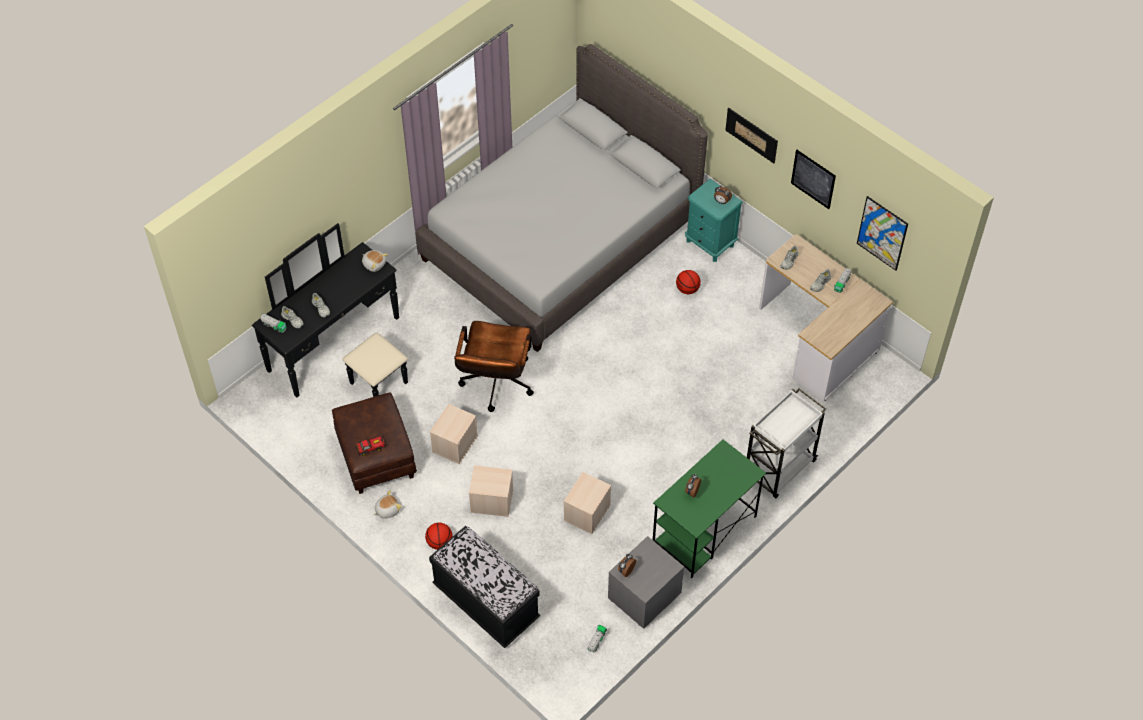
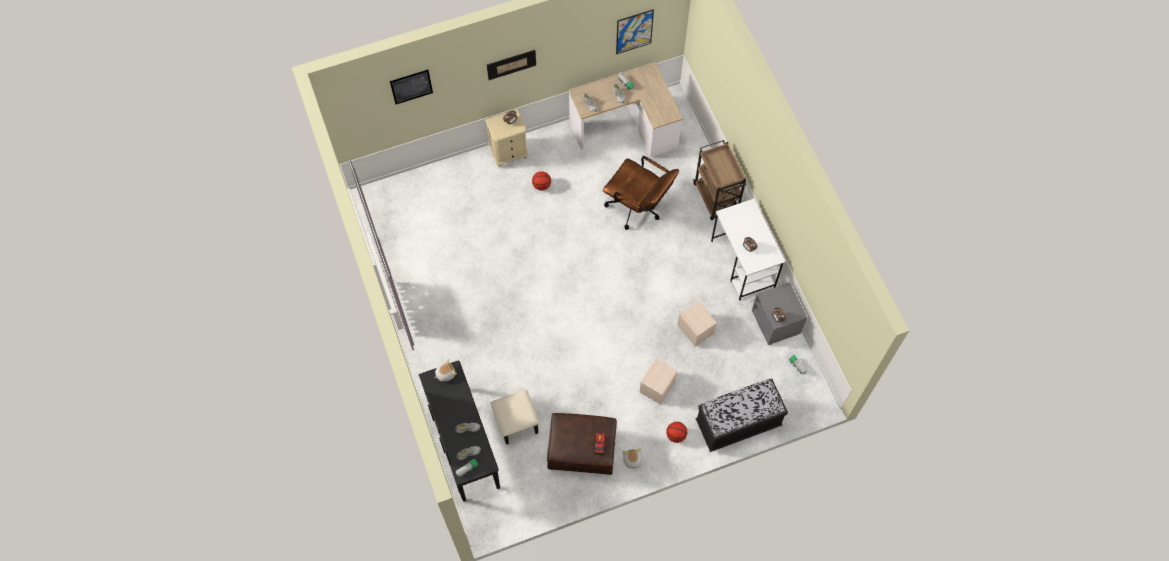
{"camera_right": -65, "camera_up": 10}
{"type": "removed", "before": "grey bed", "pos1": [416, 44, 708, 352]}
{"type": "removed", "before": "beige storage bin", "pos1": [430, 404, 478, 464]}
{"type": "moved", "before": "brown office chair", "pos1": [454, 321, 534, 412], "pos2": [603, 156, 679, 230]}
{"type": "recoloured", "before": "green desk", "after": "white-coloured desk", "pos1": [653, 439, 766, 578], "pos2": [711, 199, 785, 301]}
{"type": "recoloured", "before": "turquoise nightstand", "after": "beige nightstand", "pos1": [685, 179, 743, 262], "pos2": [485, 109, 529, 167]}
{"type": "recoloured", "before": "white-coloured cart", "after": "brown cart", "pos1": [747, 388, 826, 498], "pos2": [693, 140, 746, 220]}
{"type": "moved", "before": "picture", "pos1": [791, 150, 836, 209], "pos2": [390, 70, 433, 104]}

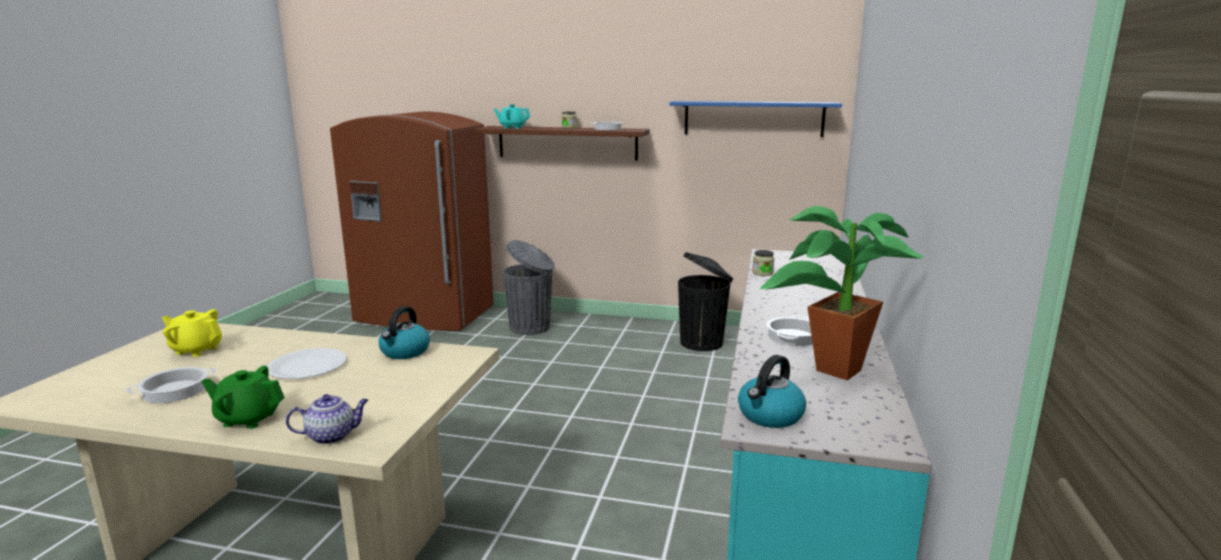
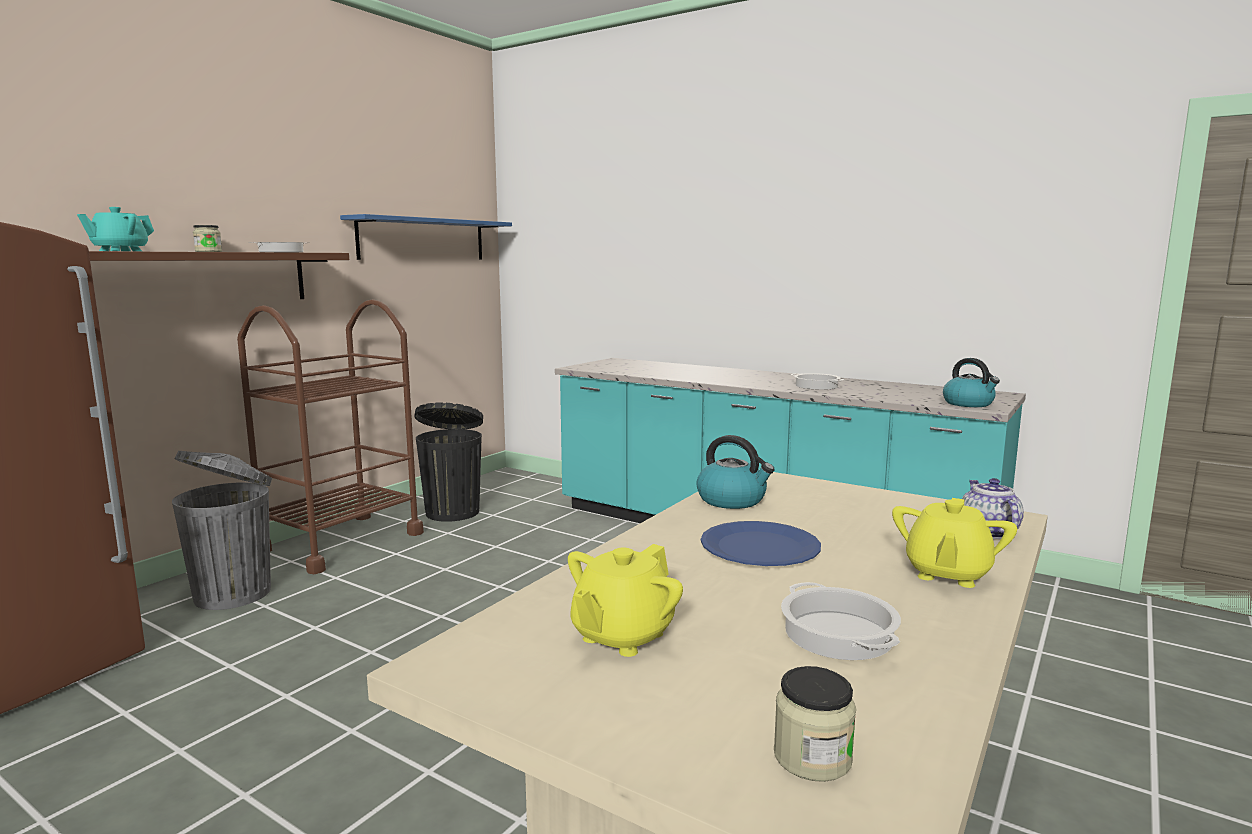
{"camera_right": -70, "camera_up": -5}
{"type": "recoloured", "before": "green teapot", "after": "yellowish teapot", "pos1": [201, 366, 285, 429], "pos2": [892, 498, 1017, 588]}
{"type": "recoloured", "before": "white-coloured plate", "after": "bluish plate", "pos1": [267, 348, 347, 379], "pos2": [701, 521, 821, 566]}
{"type": "moved", "before": "jar", "pos1": [752, 250, 774, 276], "pos2": [774, 666, 856, 782]}
{"type": "removed", "before": "houseplant", "pos1": [761, 206, 924, 380]}
{"type": "added", "after": "brown cart", "pos2": [237, 299, 424, 574]}

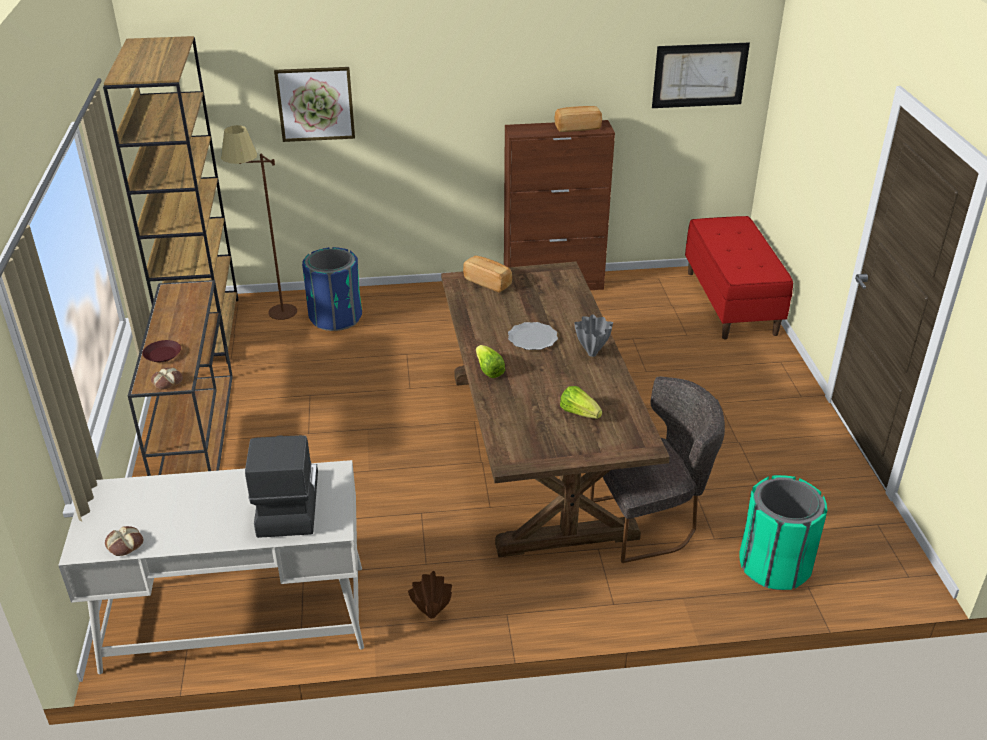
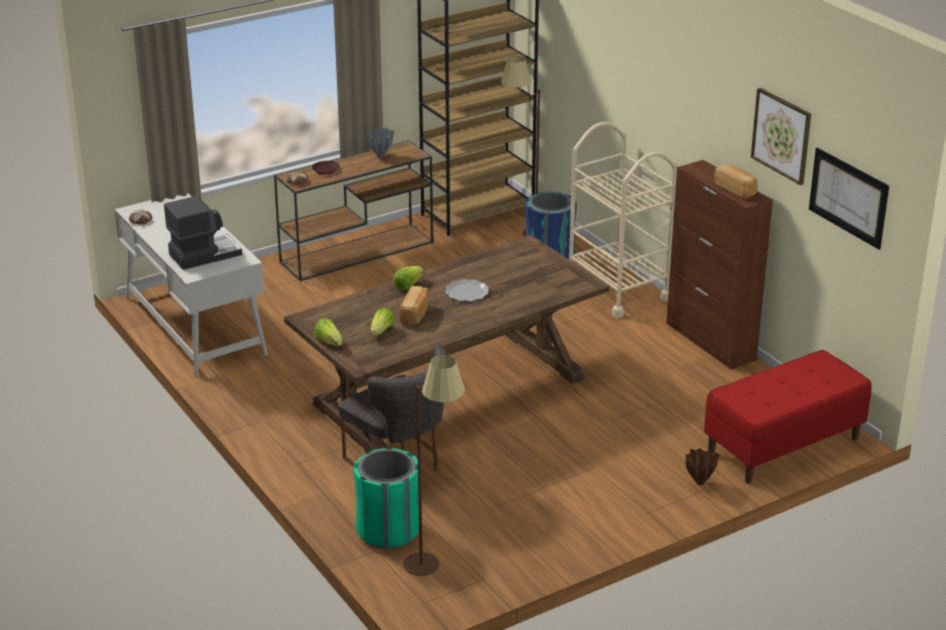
{"camera_right": 65, "camera_up": -5}
{"type": "moved", "before": "picture", "pos1": [274, 67, 355, 142], "pos2": [751, 88, 811, 185]}
{"type": "moved", "before": "brown vase", "pos1": [408, 571, 452, 618], "pos2": [685, 448, 720, 485]}
{"type": "moved", "before": "bakery bread", "pos1": [463, 255, 512, 293], "pos2": [399, 286, 429, 325]}
{"type": "moved", "before": "grey vase", "pos1": [574, 314, 613, 357], "pos2": [366, 127, 394, 158]}
{"type": "added", "after": "lettuce", "pos2": [314, 319, 343, 346]}
{"type": "added", "after": "brown standard lamp", "pos2": [403, 355, 465, 576]}
{"type": "added", "after": "beige cart", "pos2": [569, 122, 677, 318]}

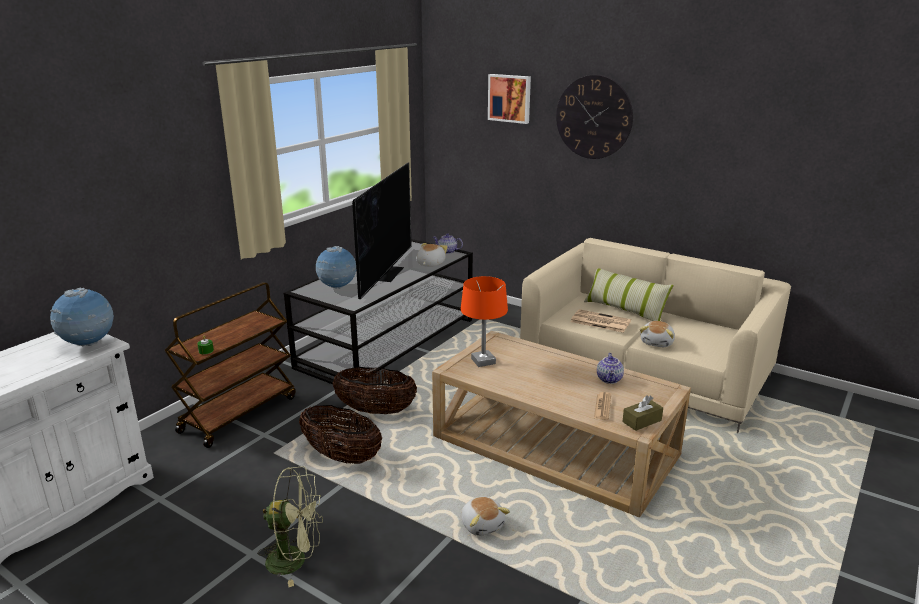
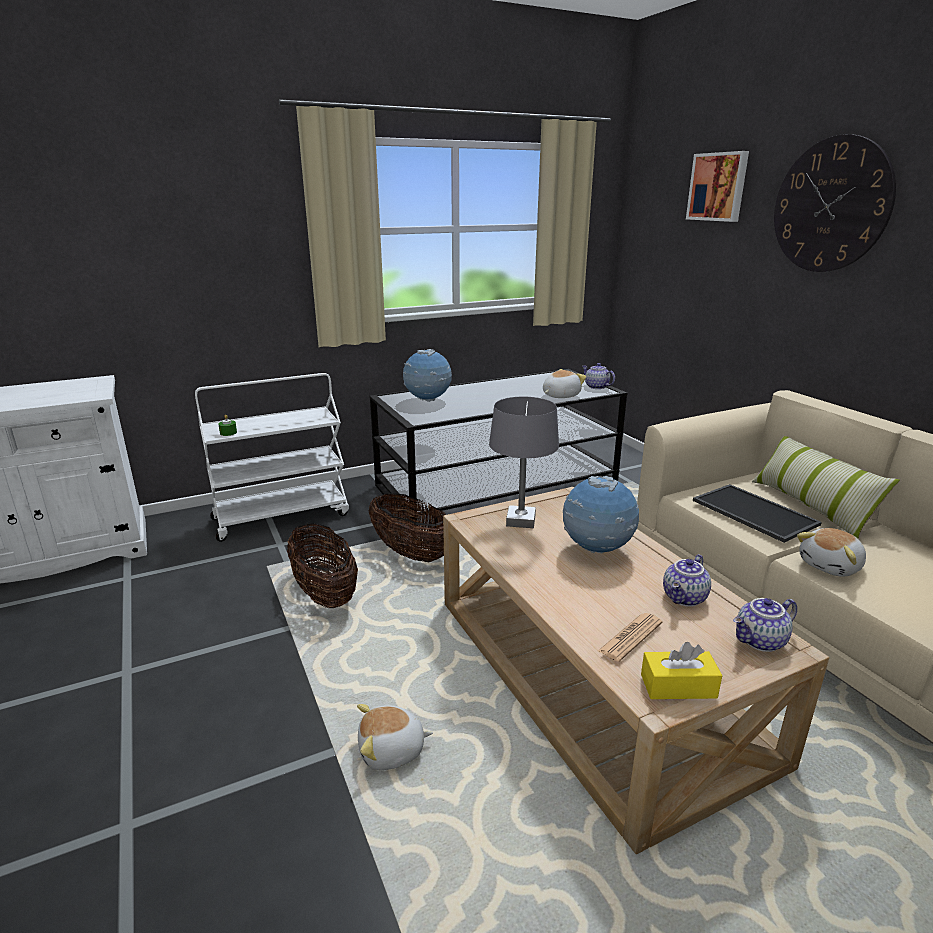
{"camera_right": 30, "camera_up": 0}
{"type": "moved", "before": "globe", "pos1": [50, 288, 114, 346], "pos2": [563, 476, 639, 553]}
{"type": "recoloured", "before": "brown cart", "after": "white-coloured cart", "pos1": [164, 282, 296, 448], "pos2": [195, 373, 349, 542]}
{"type": "removed", "before": "green electric fan", "pos1": [257, 466, 323, 587]}
{"type": "removed", "before": "TV", "pos1": [352, 162, 412, 299]}
{"type": "recoloured", "before": "orange tabletop lamp", "after": "grey tabletop lamp", "pos1": [461, 276, 508, 367], "pos2": [489, 397, 559, 528]}
{"type": "turned", "before": "cuddly toy", "pos1": [461, 497, 510, 536], "pos2": [357, 704, 433, 770], "turn": 75}
{"type": "replaced", "before": "newspaper", "after": "serving tray", "pos1": [571, 309, 631, 333], "pos2": [693, 484, 822, 543]}
{"type": "recoloured", "before": "brown tissue box", "after": "yellowish tissue box", "pos1": [622, 395, 663, 431], "pos2": [641, 642, 723, 699]}
{"type": "added", "after": "teapot", "pos2": [733, 598, 797, 652]}

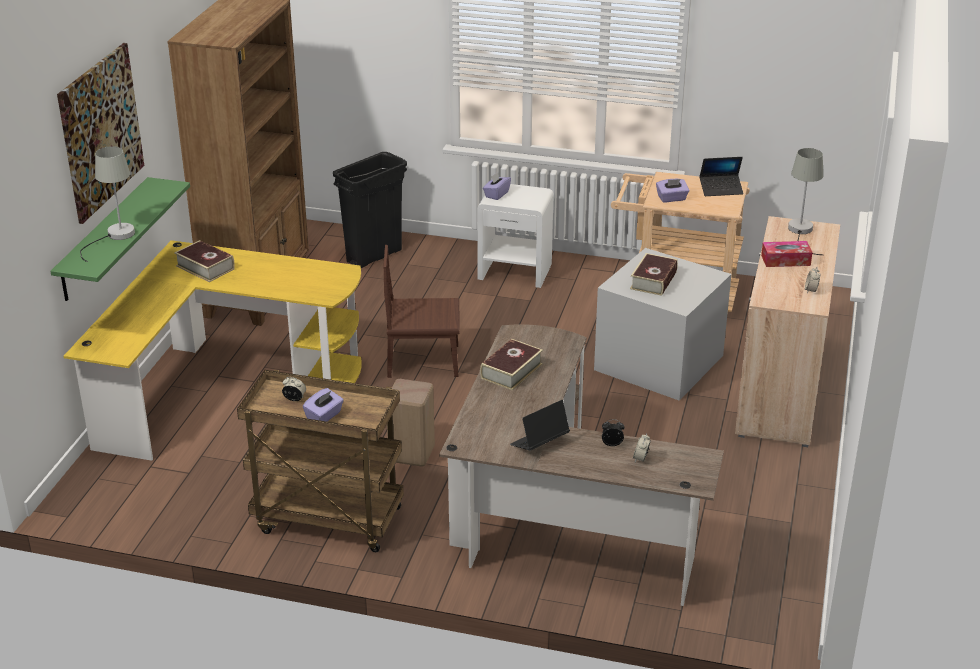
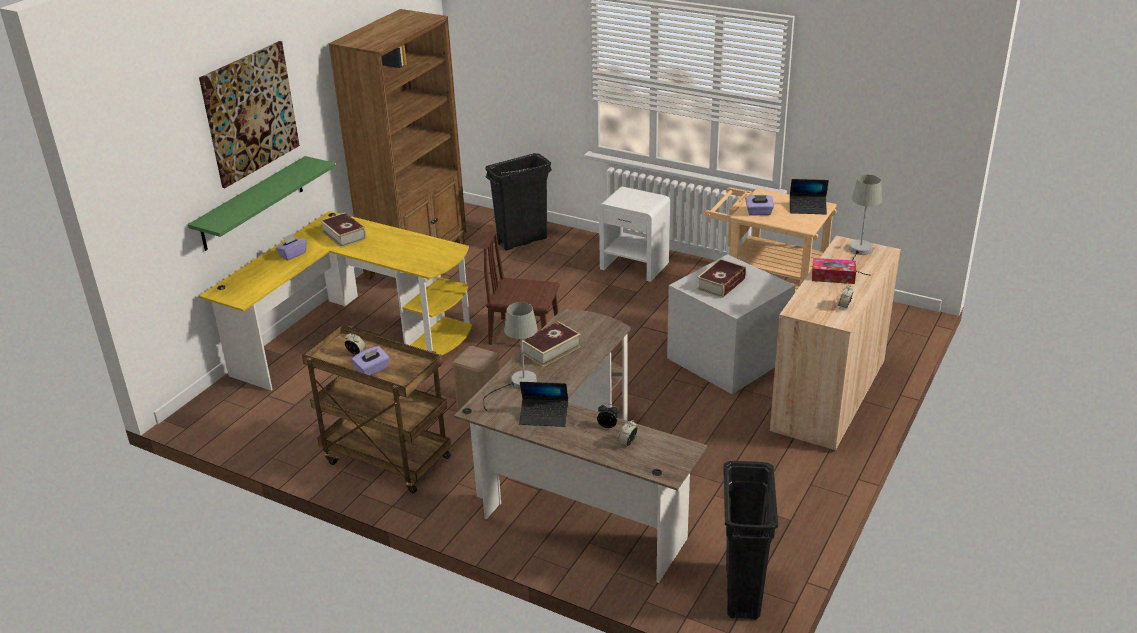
{"camera_right": 15, "camera_up": 0}
{"type": "moved", "before": "grey tabletop lamp", "pos1": [80, 146, 135, 262], "pos2": [483, 302, 538, 412]}
{"type": "moved", "before": "purplish tissue box", "pos1": [483, 172, 511, 200], "pos2": [276, 234, 307, 261]}
{"type": "turned", "before": "laptop", "pos1": [510, 400, 570, 451], "pos2": [519, 382, 568, 427], "turn": -150}
{"type": "added", "after": "black rubbish bin", "pos2": [723, 461, 778, 620]}

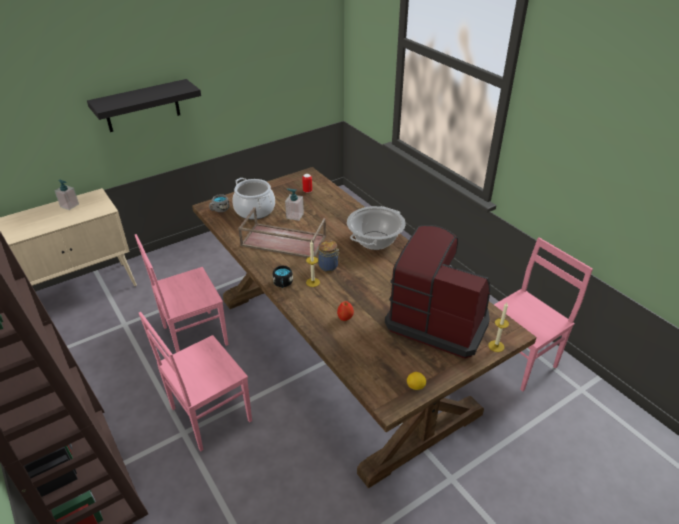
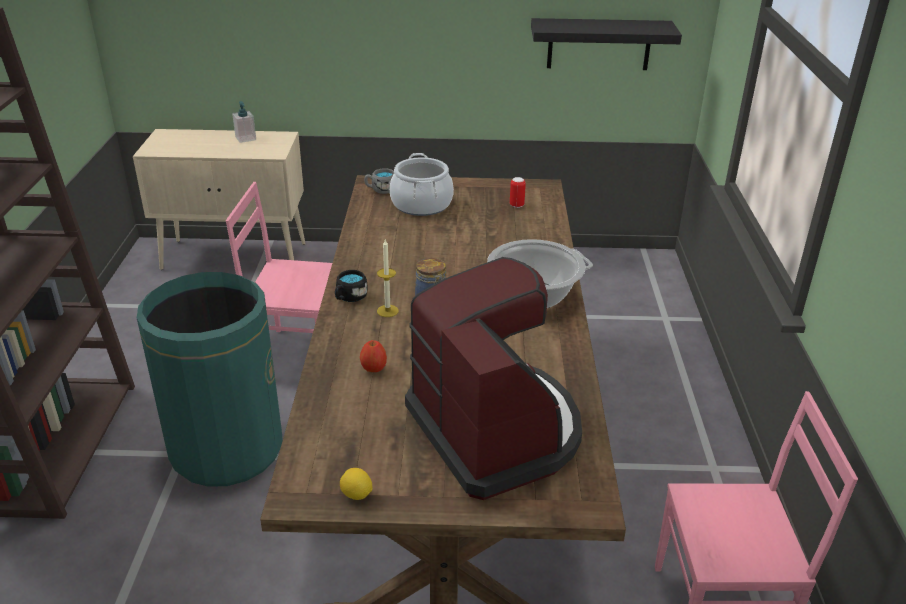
{"camera_right": 35, "camera_up": -5}
{"type": "moved", "before": "black wall shelf", "pos1": [87, 79, 201, 132], "pos2": [531, 18, 682, 70]}
{"type": "replaced", "before": "pinkish plain chair", "after": "green rubbish bin", "pos1": [139, 312, 252, 452], "pos2": [137, 272, 283, 487]}
{"type": "removed", "before": "brown serving tray", "pos1": [238, 207, 326, 258]}
{"type": "removed", "before": "soap bottle", "pos1": [285, 188, 304, 221]}
{"type": "removed", "before": "wax light", "pos1": [488, 302, 509, 352]}

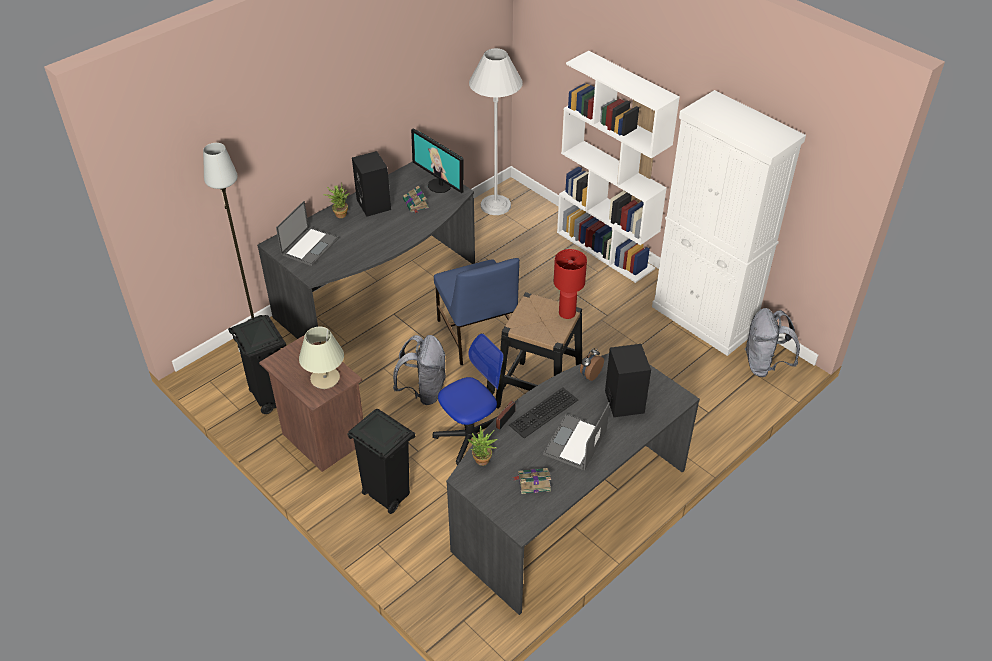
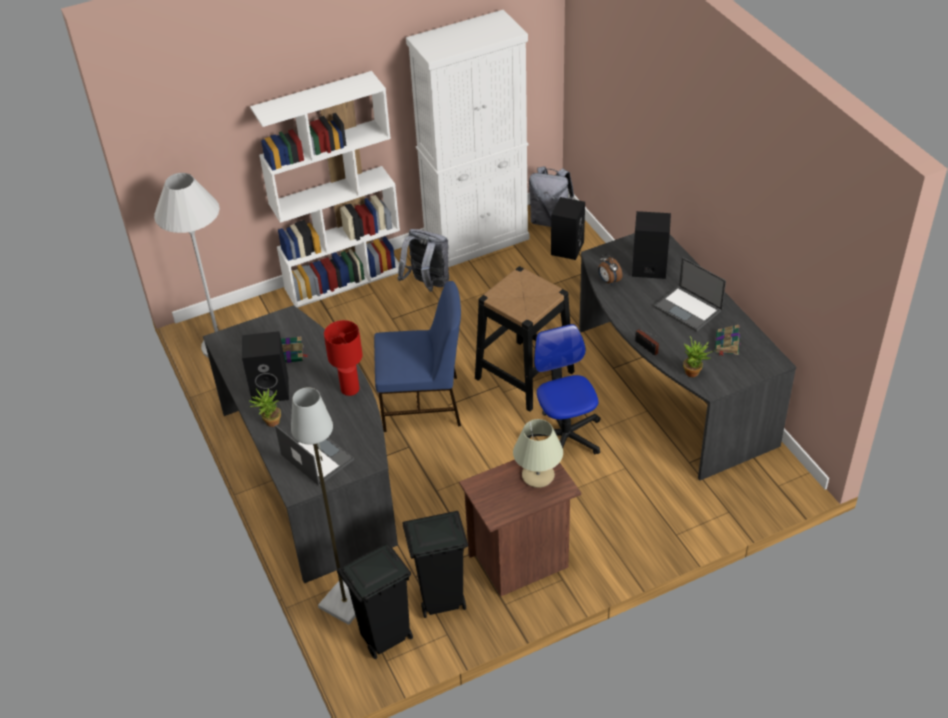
{"camera_right": -70, "camera_up": 0}
{"type": "moved", "before": "black rubbish bin", "pos1": [348, 409, 415, 514], "pos2": [337, 543, 413, 659]}
{"type": "moved", "before": "grey knapsack", "pos1": [393, 335, 446, 405], "pos2": [398, 229, 449, 292]}
{"type": "removed", "before": "monitor", "pos1": [411, 128, 464, 193]}
{"type": "removed", "before": "PC keyboard", "pos1": [509, 387, 578, 438]}
{"type": "moved", "before": "red tabletop lamp", "pos1": [554, 249, 587, 319], "pos2": [324, 320, 363, 396]}
{"type": "added", "after": "black loudspeaker", "pos2": [551, 197, 585, 260]}

